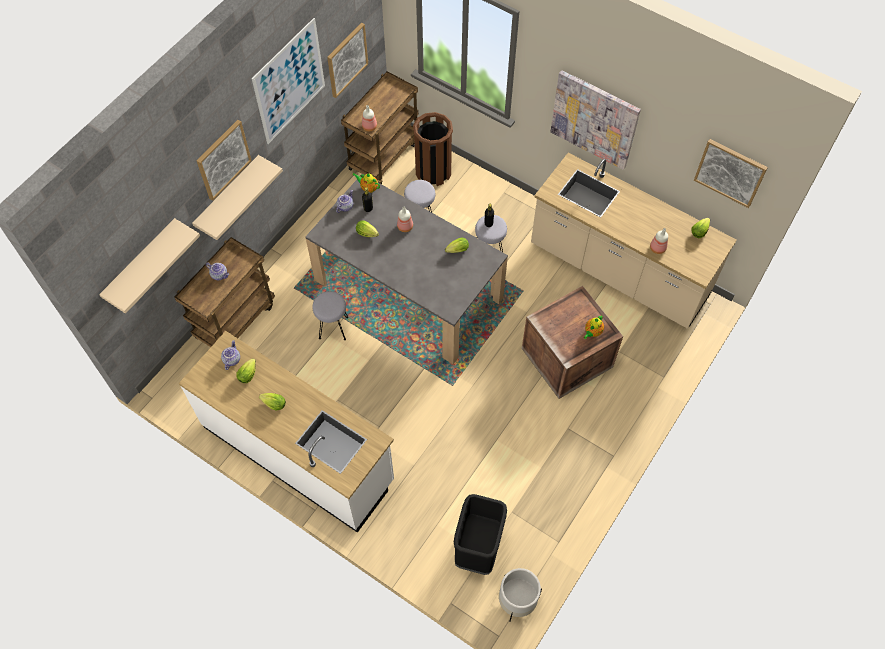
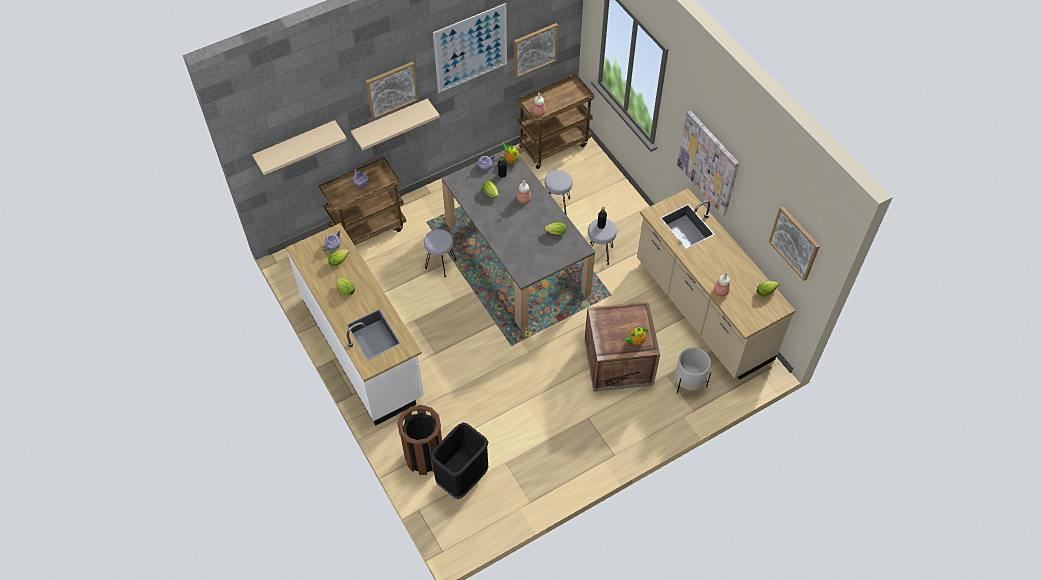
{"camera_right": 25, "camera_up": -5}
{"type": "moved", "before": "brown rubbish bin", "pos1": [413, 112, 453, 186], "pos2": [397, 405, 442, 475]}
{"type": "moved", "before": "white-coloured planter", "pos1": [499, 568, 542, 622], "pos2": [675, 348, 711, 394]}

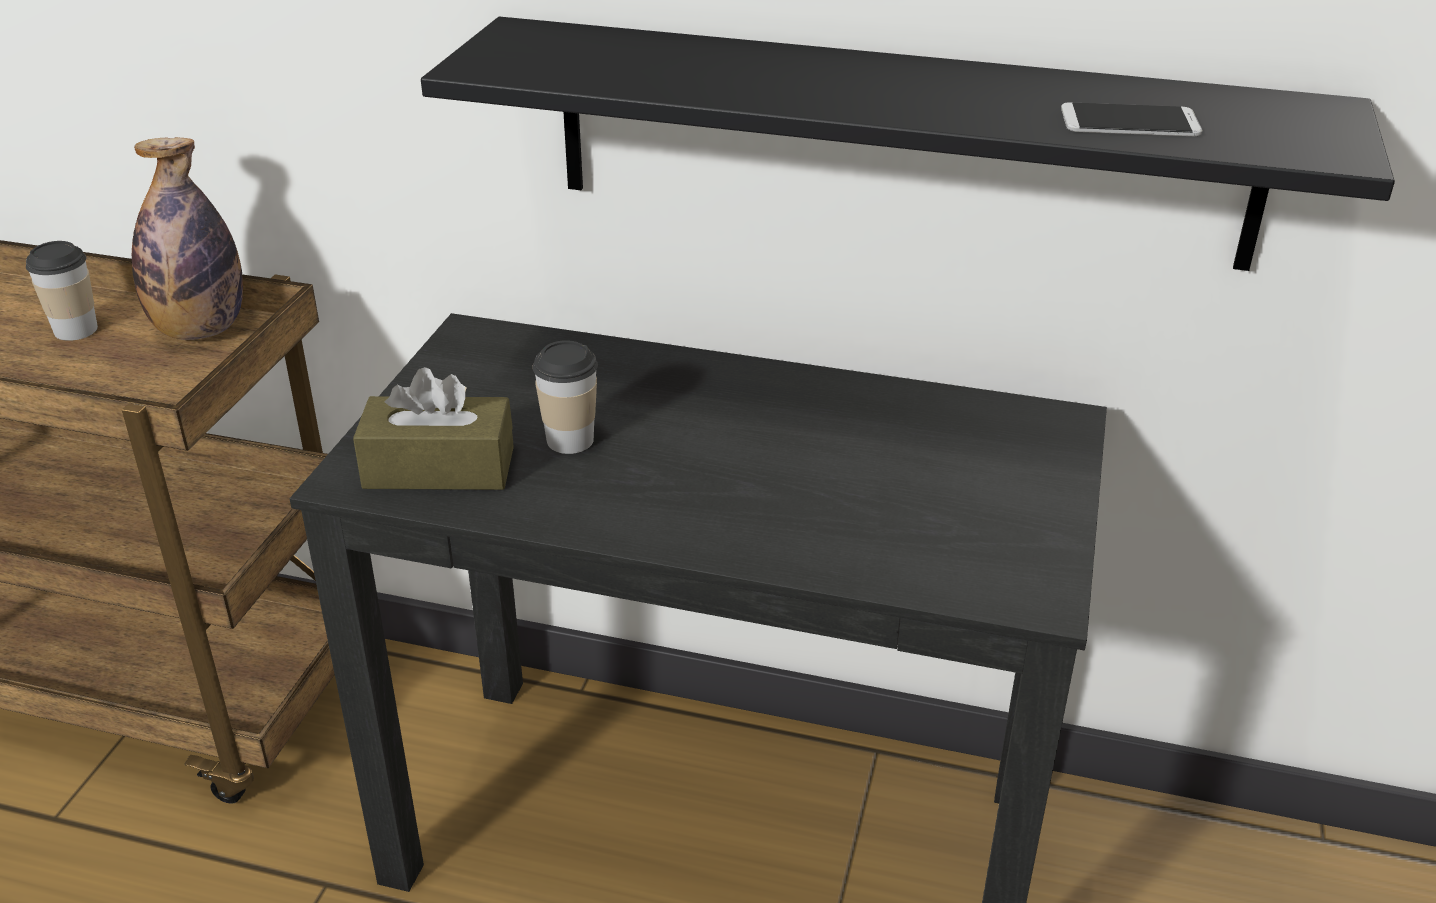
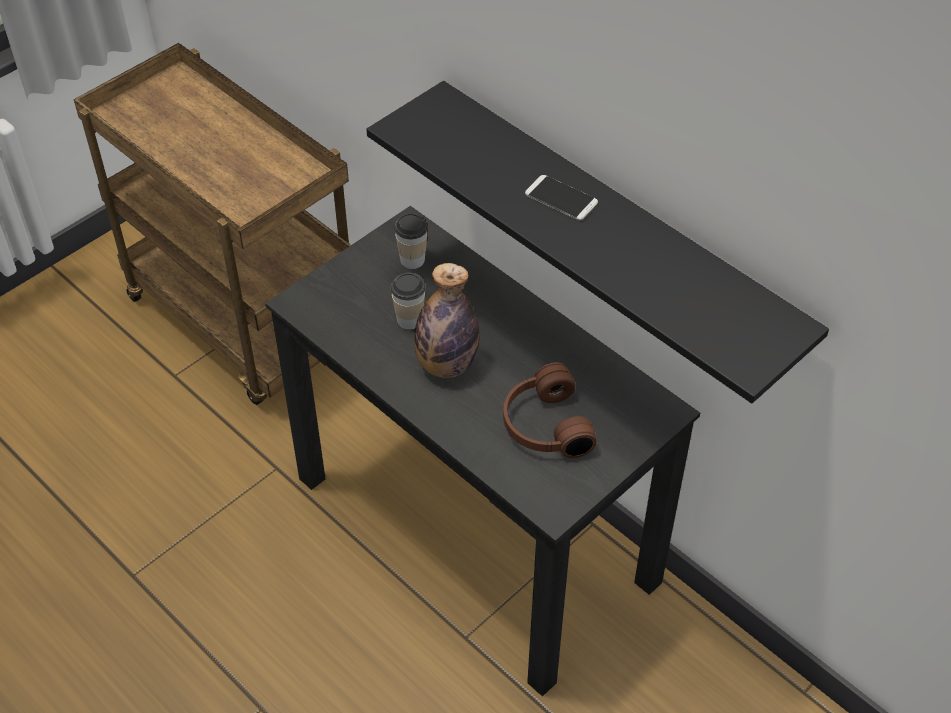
{"camera_right": 30, "camera_up": 15}
{"type": "moved", "before": "small cup", "pos1": [26, 241, 98, 341], "pos2": [394, 213, 428, 269]}
{"type": "moved", "before": "beverage bottle", "pos1": [132, 137, 243, 340], "pos2": [414, 263, 479, 378]}
{"type": "removed", "before": "brown tissue box", "pos1": [353, 367, 514, 490]}
{"type": "moved", "before": "telephone", "pos1": [1061, 102, 1203, 136], "pos2": [525, 175, 598, 220]}
{"type": "added", "after": "brown headset", "pos2": [503, 362, 597, 458]}

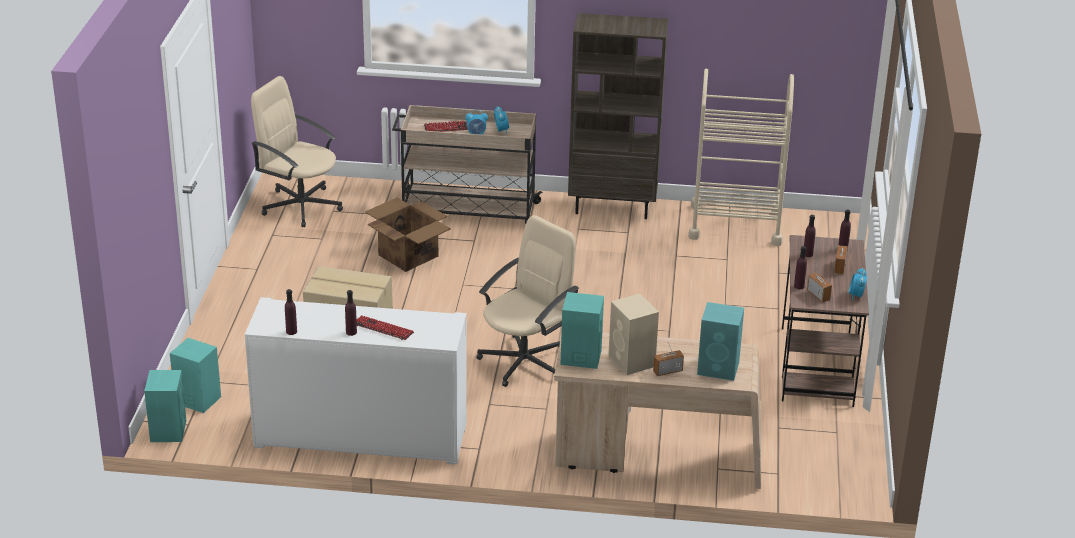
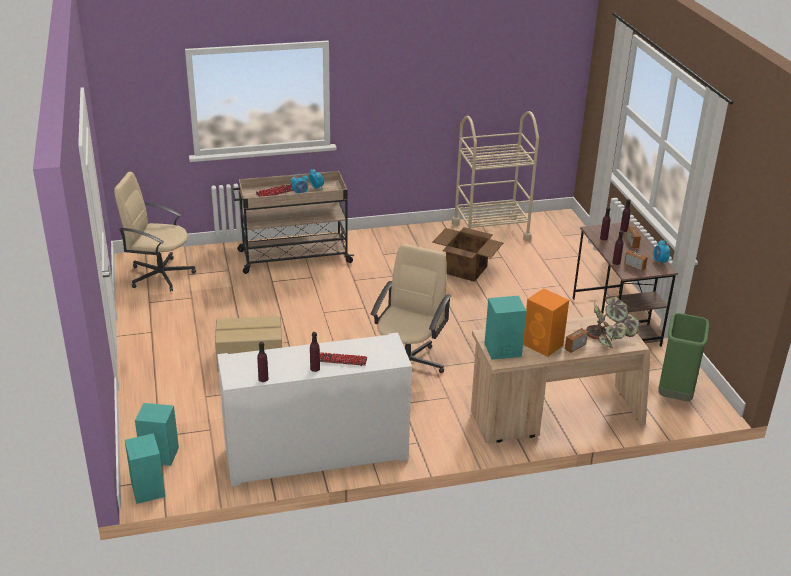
{"camera_right": -20, "camera_up": 0}
{"type": "moved", "before": "carton", "pos1": [365, 198, 451, 272], "pos2": [432, 227, 503, 282]}
{"type": "removed", "before": "brown bookcase", "pos1": [568, 13, 668, 219]}
{"type": "recoloured", "before": "beige loudspeaker", "after": "orange loudspeaker", "pos1": [608, 294, 659, 375], "pos2": [523, 288, 569, 357]}
{"type": "replaced", "before": "turquoise loudspeaker", "after": "houseplant", "pos1": [697, 302, 744, 381], "pos2": [586, 297, 640, 348]}
{"type": "added", "after": "green rubbish bin", "pos2": [658, 313, 709, 401]}

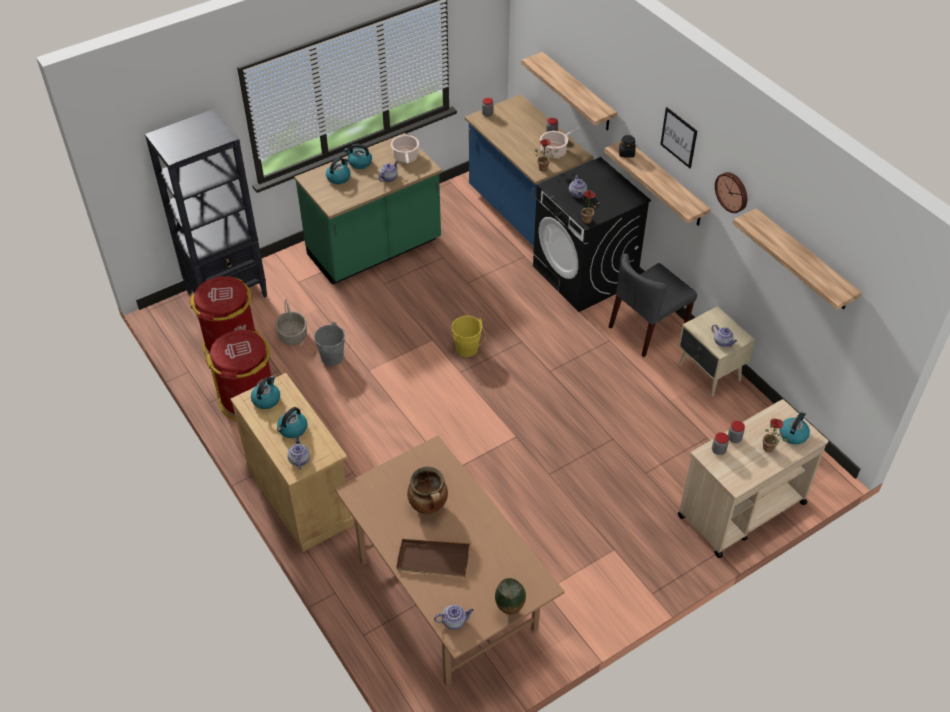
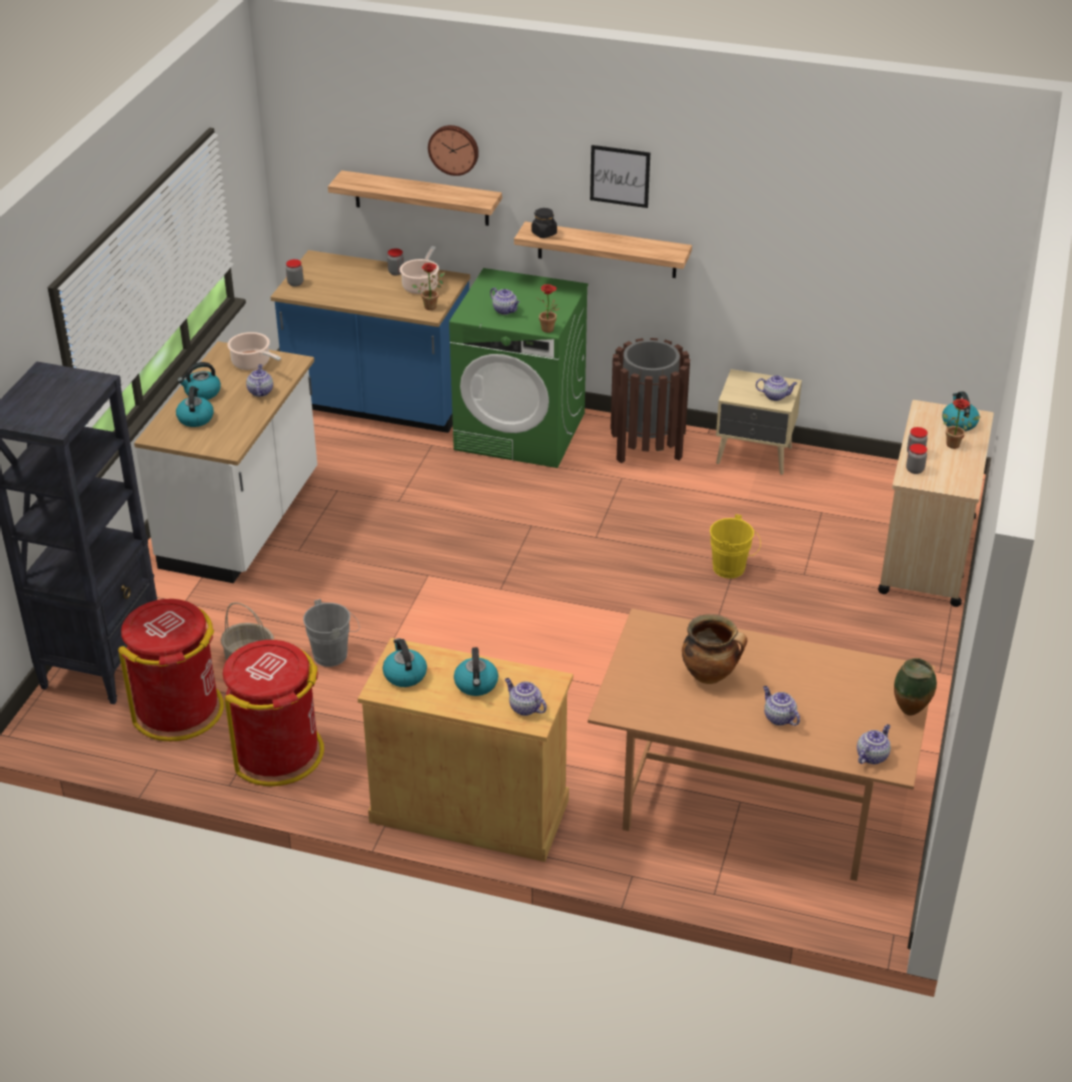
{"camera_right": -40, "camera_up": -10}
{"type": "recoloured", "before": "green kitchen counter", "after": "white-coloured kitchen counter", "pos1": [294, 133, 442, 285], "pos2": [134, 341, 317, 583]}
{"type": "replaced", "before": "brown serving tray", "after": "teapot", "pos1": [396, 539, 470, 577], "pos2": [763, 686, 800, 726]}
{"type": "moved", "before": "yellowish pail", "pos1": [451, 316, 486, 357], "pos2": [710, 514, 761, 579]}
{"type": "recoloured", "before": "black washing machine", "after": "green washing machine", "pos1": [533, 157, 651, 312], "pos2": [449, 268, 588, 468]}
{"type": "replaced", "before": "grey plain chair", "after": "brown rubbish bin", "pos1": [609, 254, 697, 357], "pos2": [610, 338, 690, 463]}
{"type": "moved", "before": "clock on the wall", "pos1": [715, 172, 747, 213], "pos2": [428, 125, 479, 176]}
{"type": "removed", "before": "wall shelf", "pos1": [732, 208, 862, 310]}

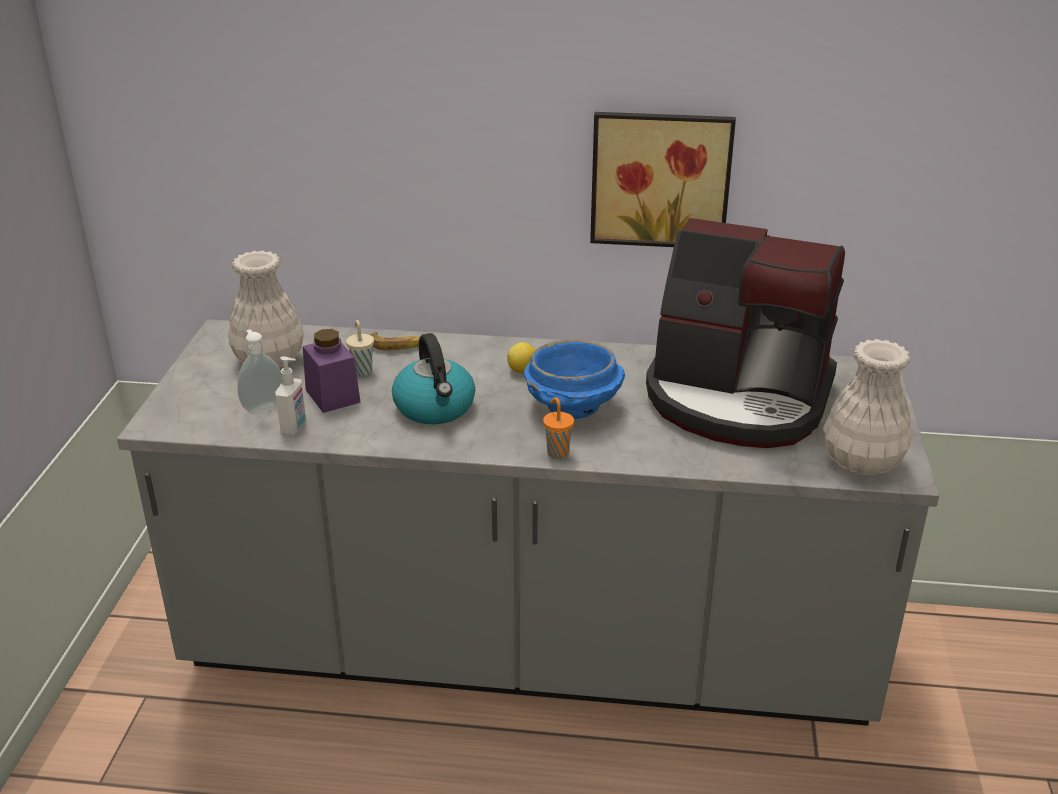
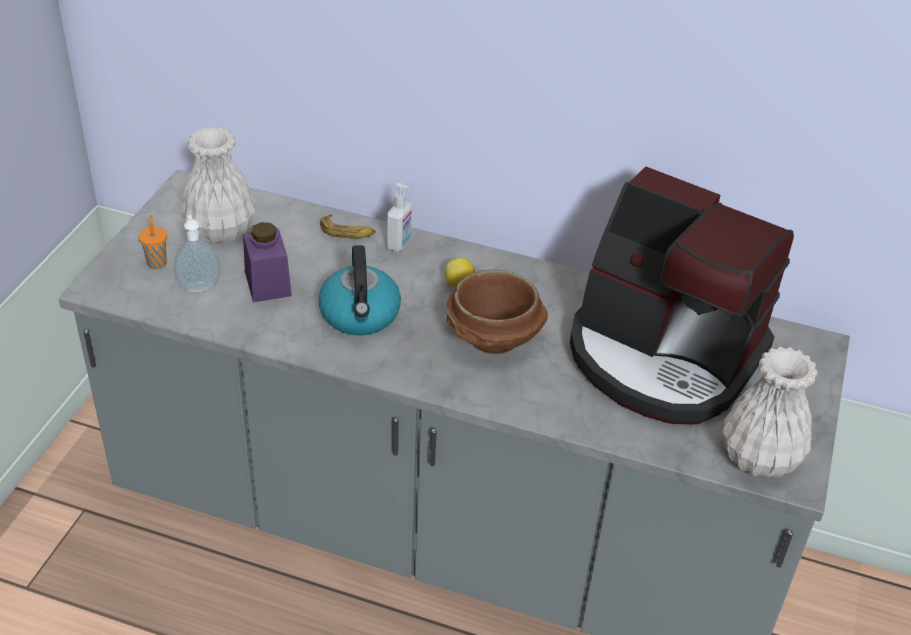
{"camera_right": 10, "camera_up": 10}
{"type": "moved", "before": "soap bottle", "pos1": [275, 356, 306, 436], "pos2": [387, 183, 412, 252]}
{"type": "removed", "before": "beige small cup", "pos1": [346, 320, 374, 376]}
{"type": "recoloured", "before": "bluish deep dish", "after": "brown deep dish", "pos1": [524, 340, 625, 419], "pos2": [446, 270, 548, 354]}
{"type": "moved", "before": "orange small cup", "pos1": [543, 398, 574, 459], "pos2": [139, 215, 167, 269]}
{"type": "removed", "before": "picture", "pos1": [590, 112, 736, 247]}

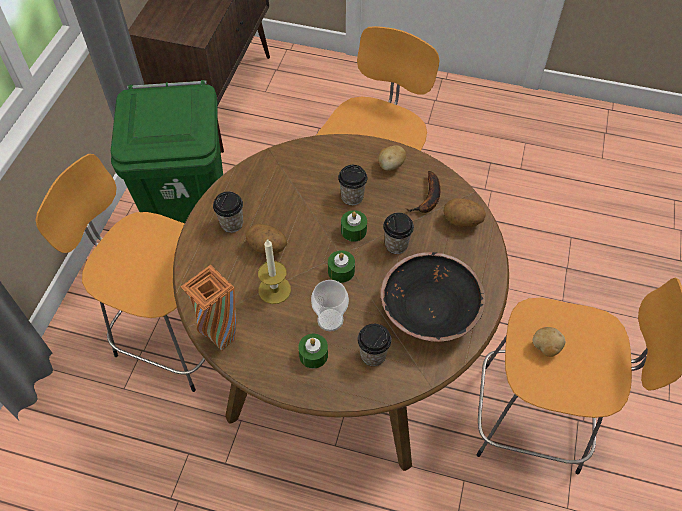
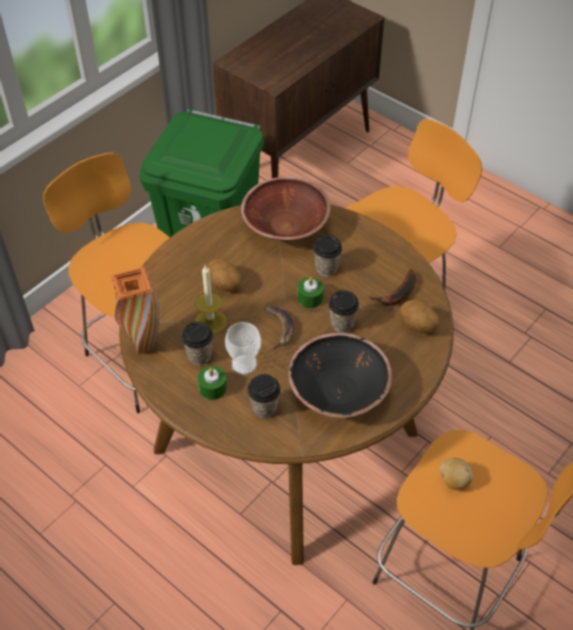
{"camera_right": 25, "camera_up": -5}
{"type": "moved", "before": "small cup", "pos1": [213, 191, 243, 233], "pos2": [181, 322, 213, 365]}
{"type": "replaced", "before": "green wax light", "after": "banana", "pos1": [328, 250, 355, 283], "pos2": [264, 306, 294, 351]}
{"type": "removed", "before": "whole potato", "pos1": [378, 146, 406, 171]}
{"type": "added", "after": "brown deep dish", "pos2": [241, 177, 331, 241]}

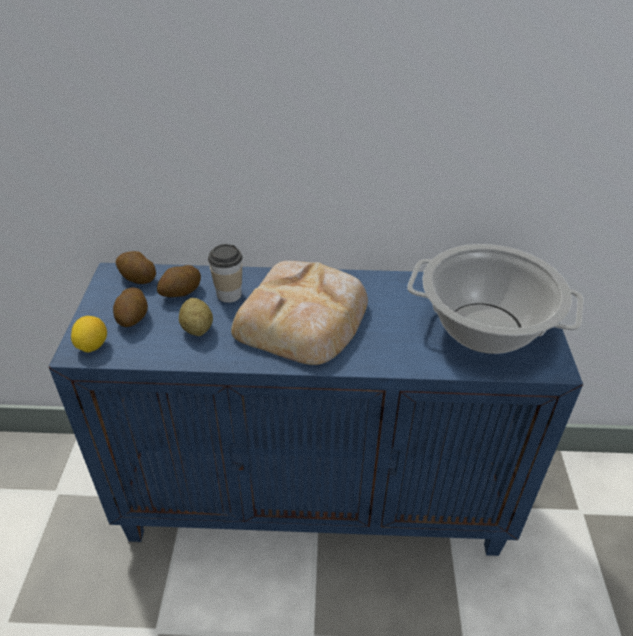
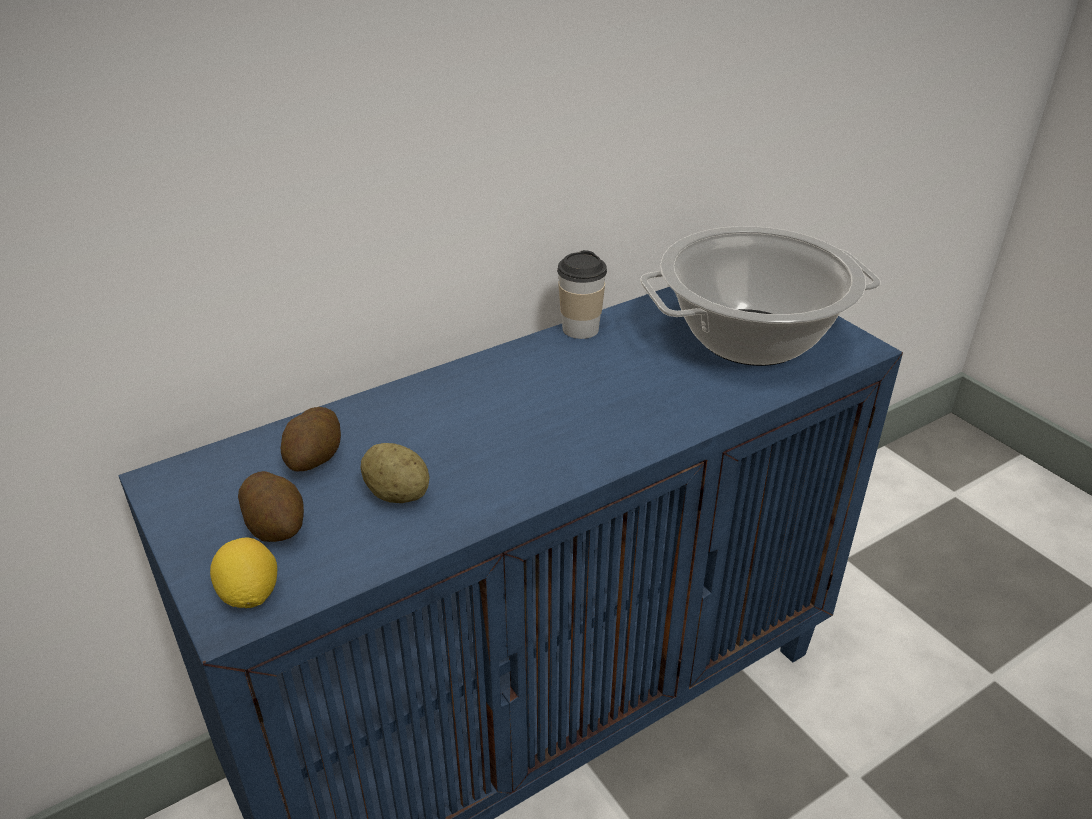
{"camera_right": -35, "camera_up": -5}
{"type": "removed", "before": "whole potato", "pos1": [116, 251, 156, 284]}
{"type": "moved", "before": "small cup", "pos1": [208, 244, 242, 303], "pos2": [557, 250, 607, 339]}
{"type": "removed", "before": "bakery bread", "pos1": [231, 261, 368, 365]}

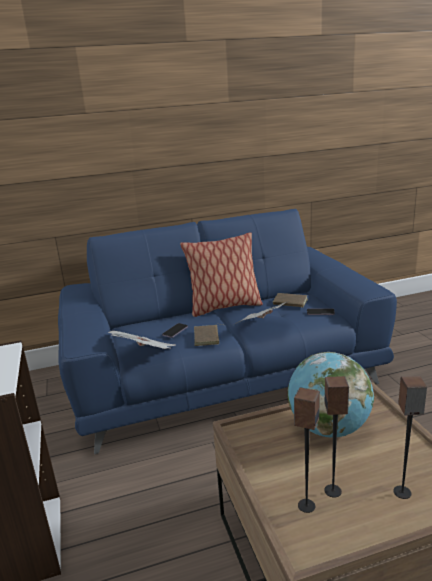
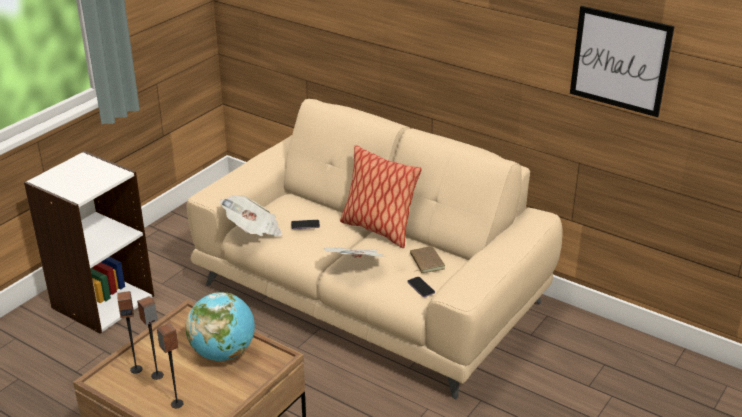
{"camera_right": 50, "camera_up": 10}
{"type": "recoloured", "before": "bluish settee", "after": "beige settee", "pos1": [58, 209, 397, 454], "pos2": [187, 99, 563, 399]}
{"type": "removed", "before": "brown bound book", "pos1": [194, 324, 223, 346]}
{"type": "added", "after": "picture", "pos2": [570, 6, 675, 117]}

